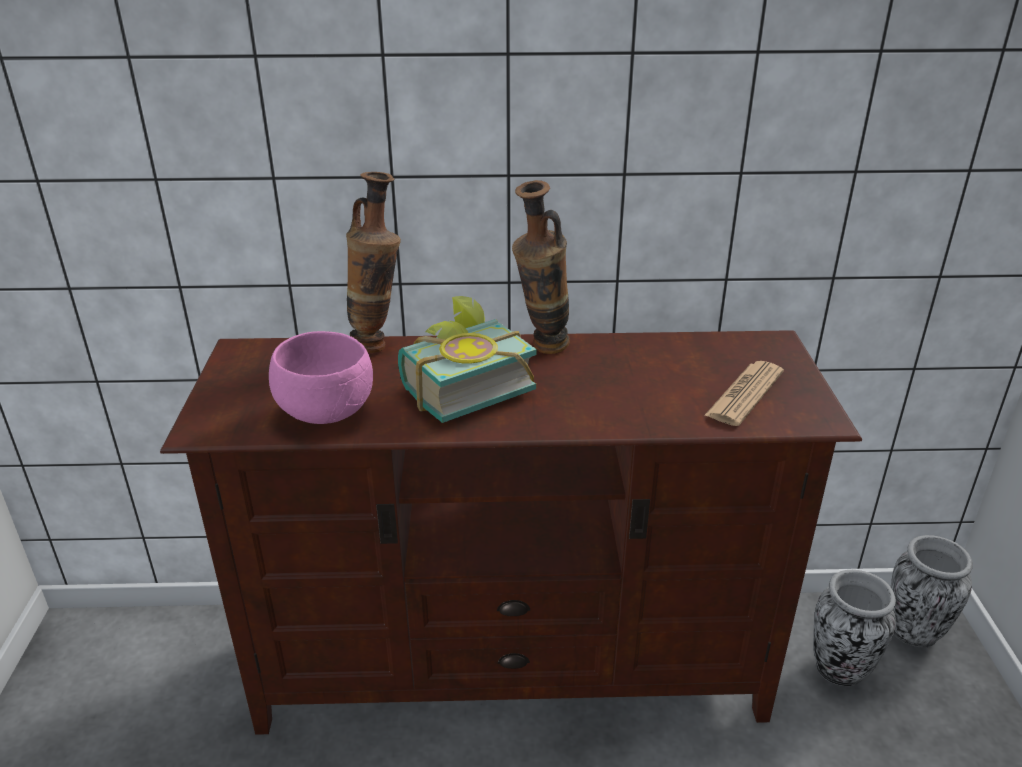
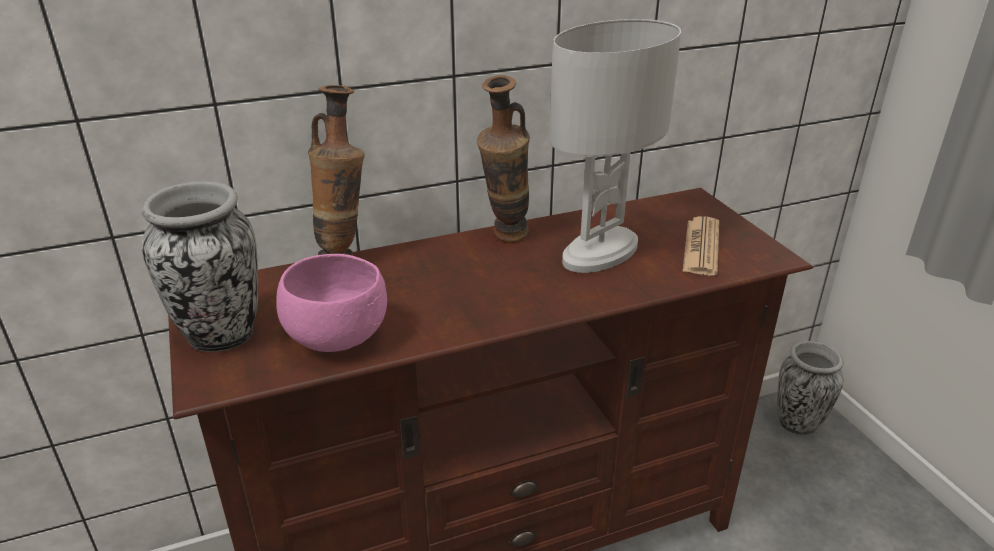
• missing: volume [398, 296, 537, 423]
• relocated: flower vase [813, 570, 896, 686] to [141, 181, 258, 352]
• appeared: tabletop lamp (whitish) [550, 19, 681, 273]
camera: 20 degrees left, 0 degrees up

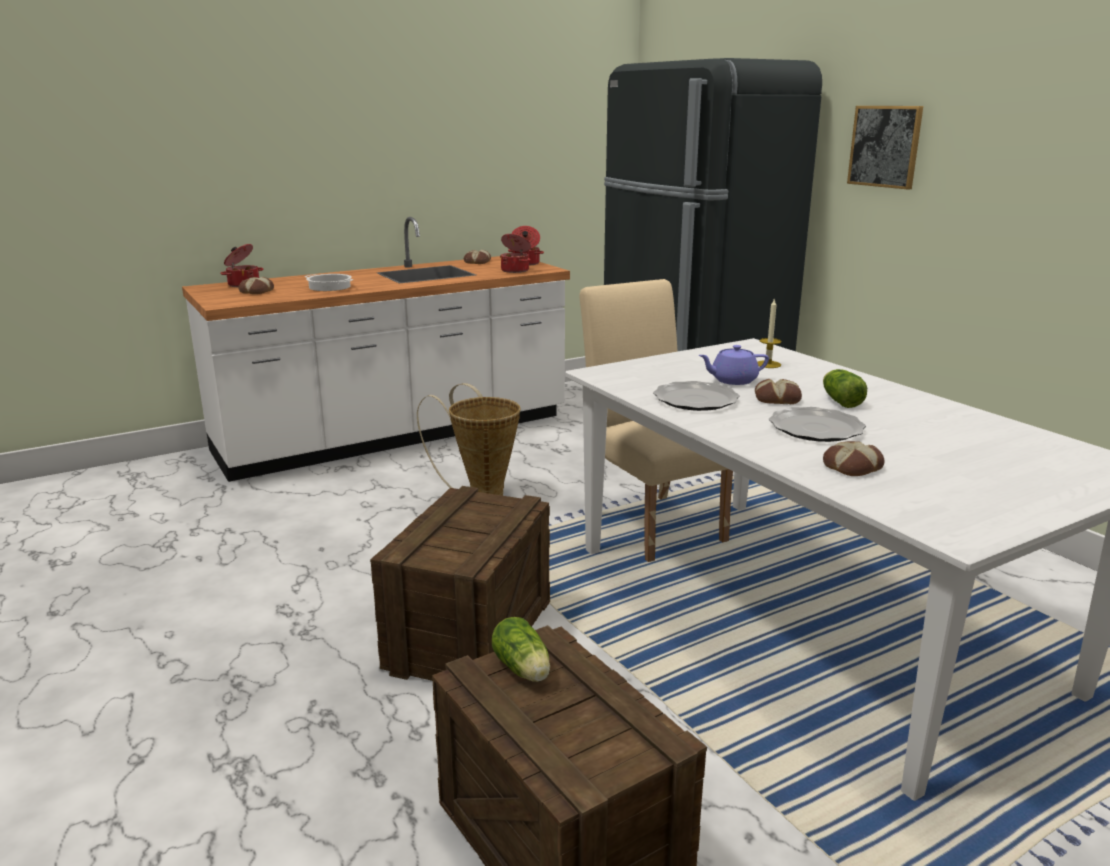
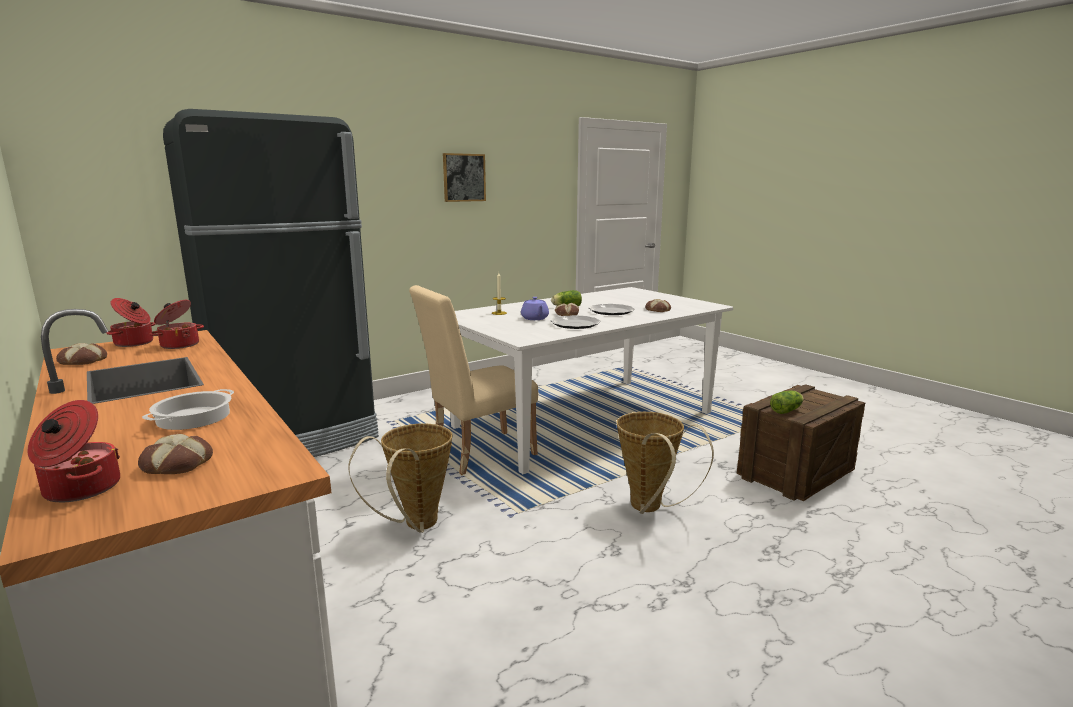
• exchanged: packing crate [370, 486, 550, 681] to basket [616, 412, 714, 514]
• relocated: picture [847, 106, 923, 190] to [443, 153, 486, 202]
camera: 95 degrees left, 5 degrees down

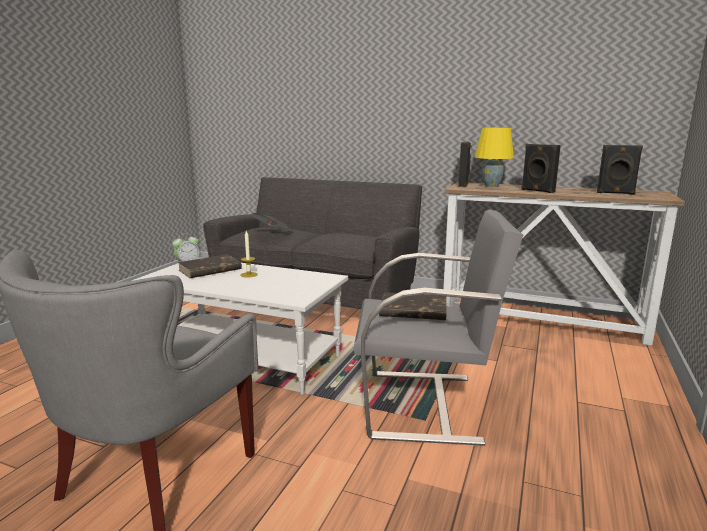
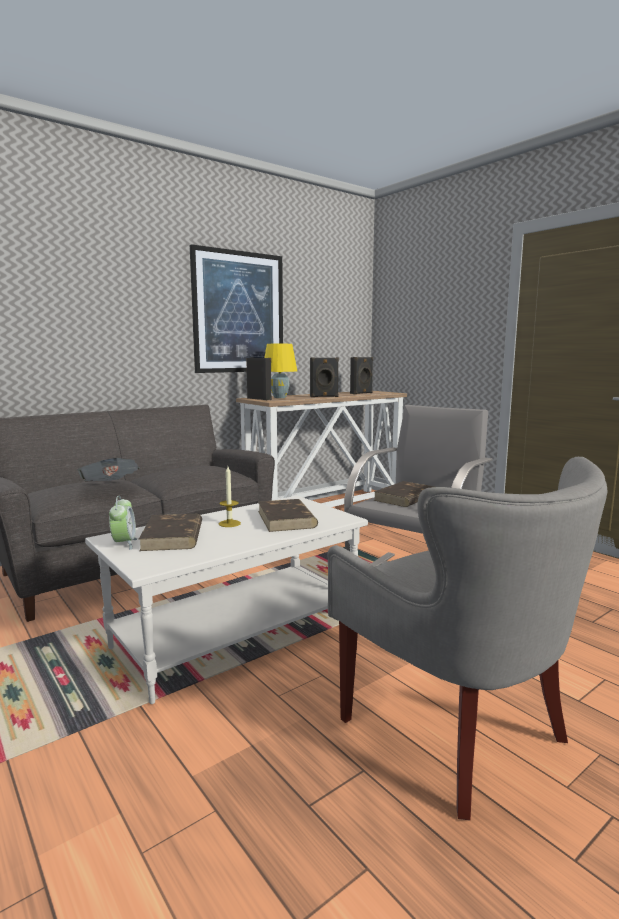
• appeared: picture [190, 244, 283, 373]
• appeared: volume (brownish) [258, 499, 318, 532]
camera: 60 degrees left, 5 degrees down

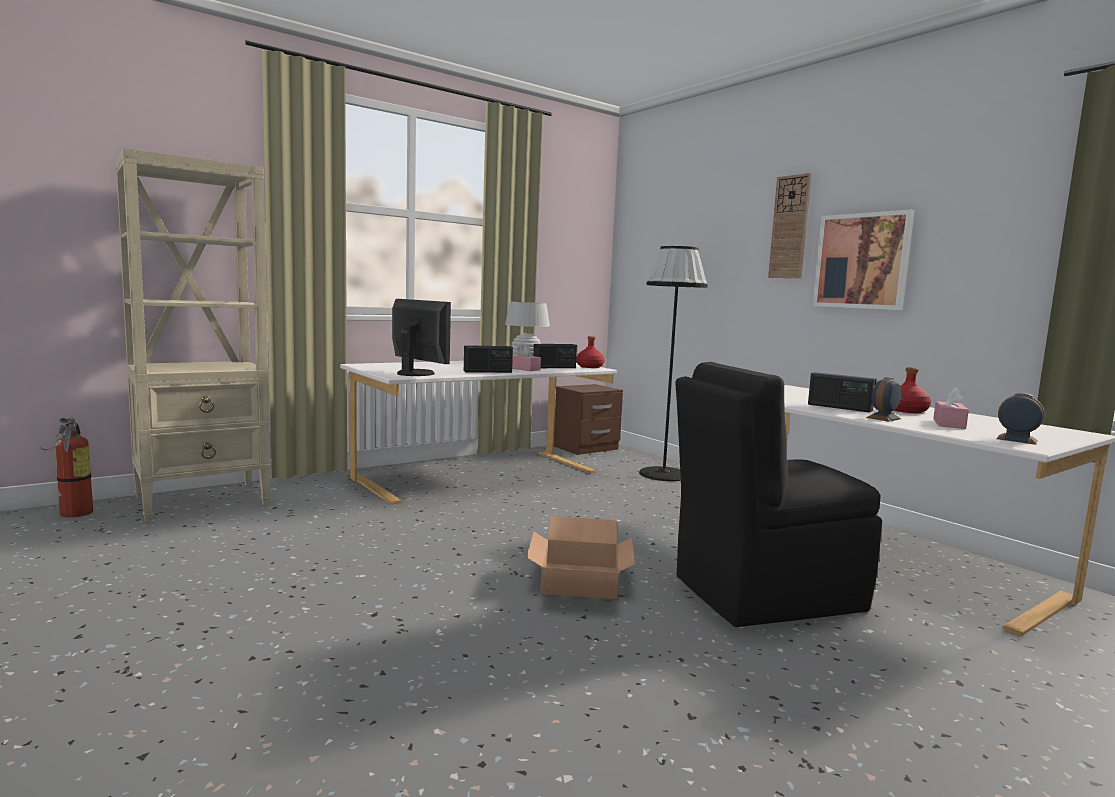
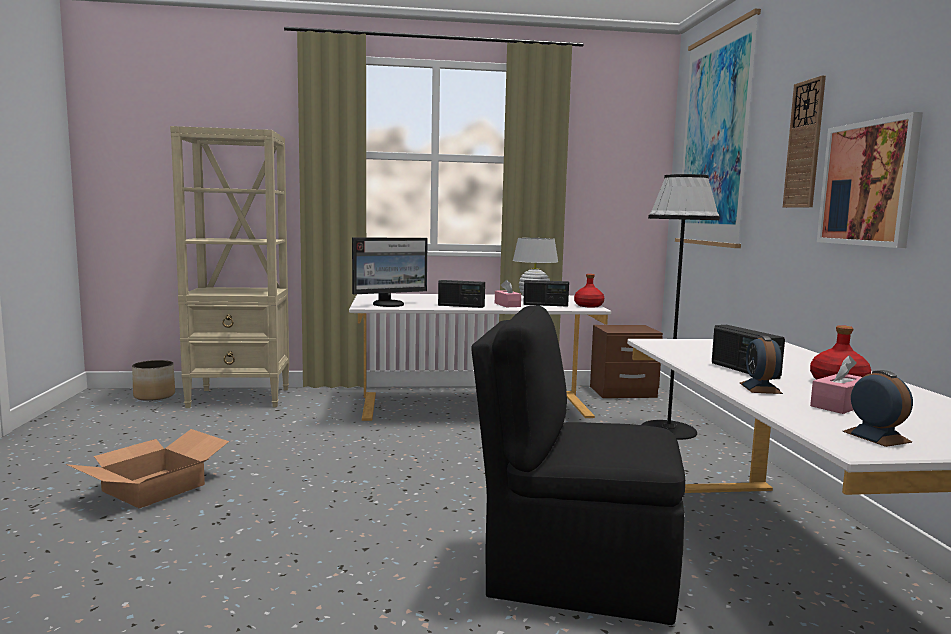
• exchanged: fire extinguisher [40, 418, 93, 518] to plant pot [132, 360, 175, 401]
• spun: monitor [392, 299, 451, 376] = [352, 238, 428, 307] 75 degrees clockwise
• relocated: carton [526, 516, 635, 599] to [66, 429, 229, 509]
• spun: table clock [866, 377, 902, 422] = [740, 336, 783, 394] 75 degrees counterclockwise
• appeared: picture [675, 9, 761, 248]
camera: 30 degrees right, 0 degrees up

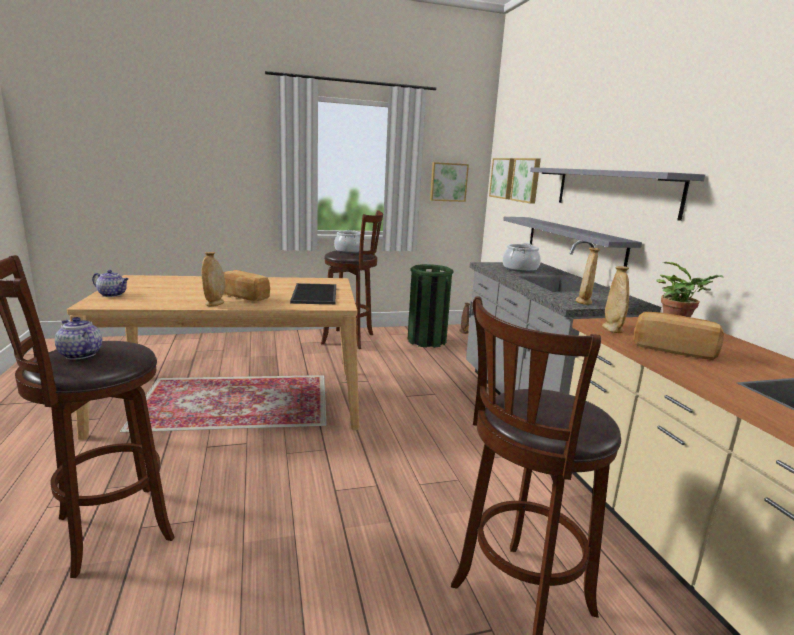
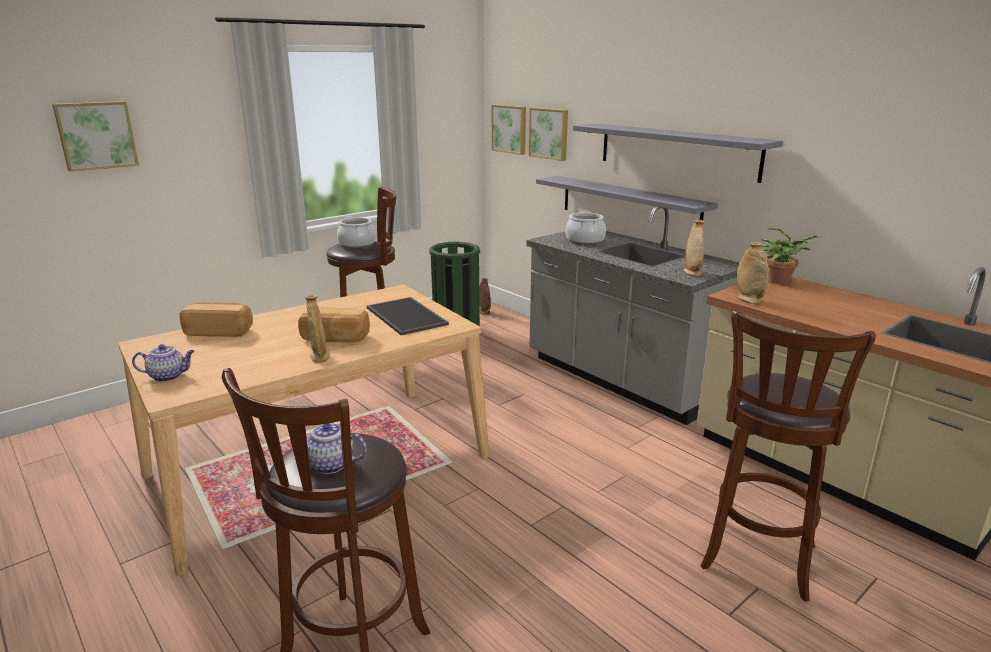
• relocated: picture [430, 162, 469, 202] to [52, 101, 139, 172]
• relocated: baked bread [633, 312, 724, 360] to [179, 302, 253, 337]
camera: 25 degrees left, 5 degrees up

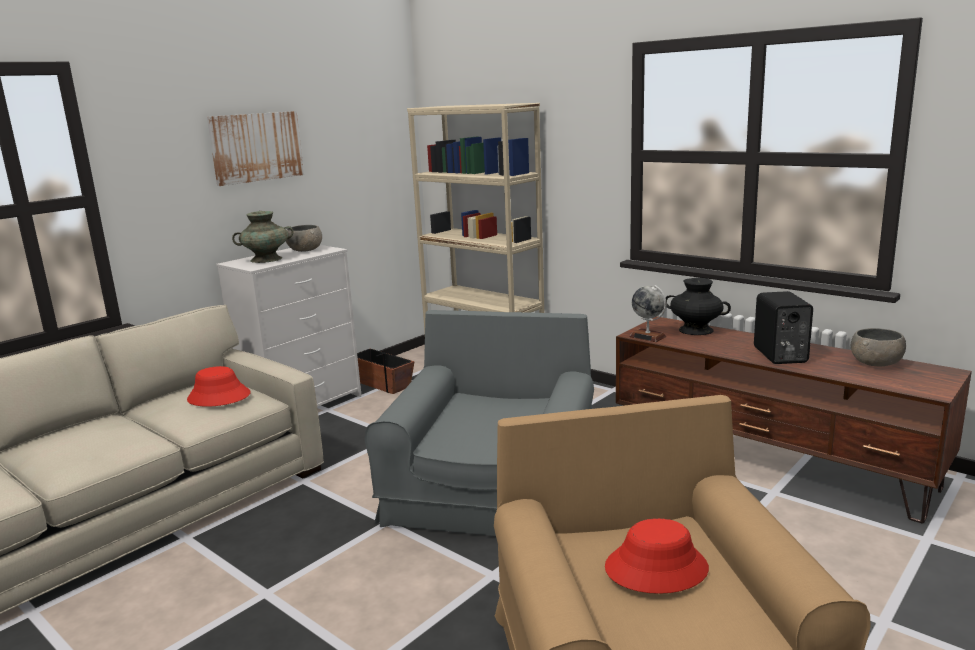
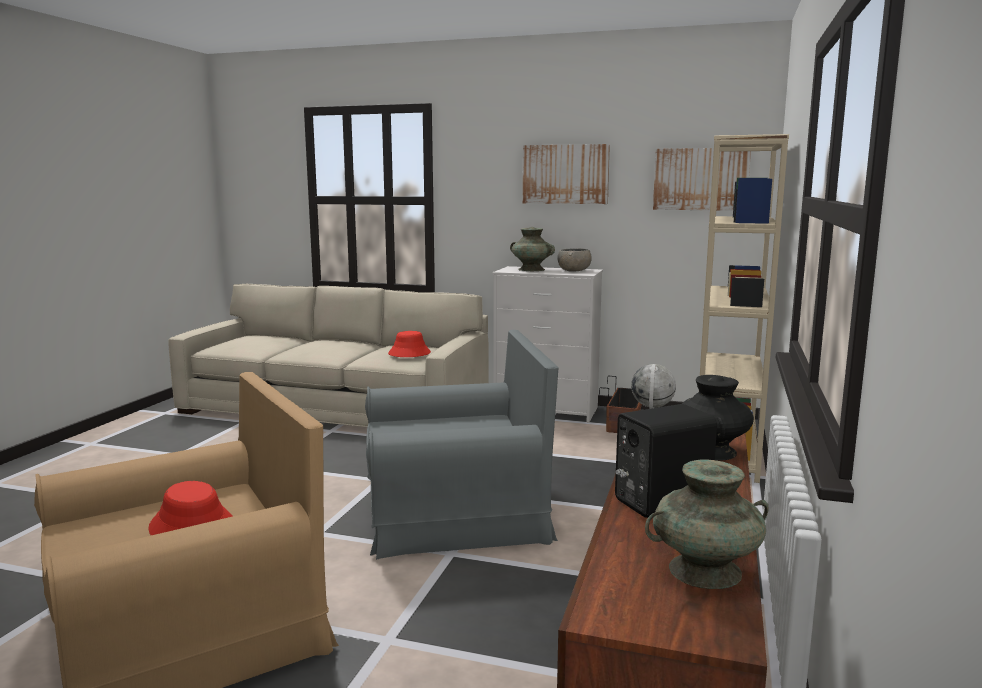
• exchanged: serving bowl (gray) [851, 328, 906, 366] to flower vase (turquoise-coloured) [645, 460, 769, 589]
• appeared: picture [653, 148, 751, 211]
camera: 65 degrees right, 5 degrees down

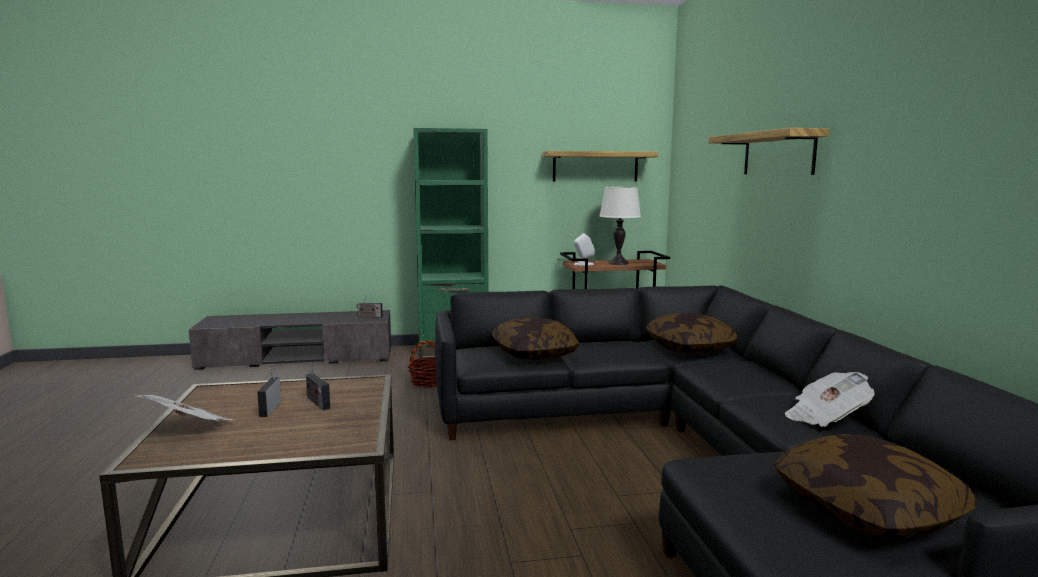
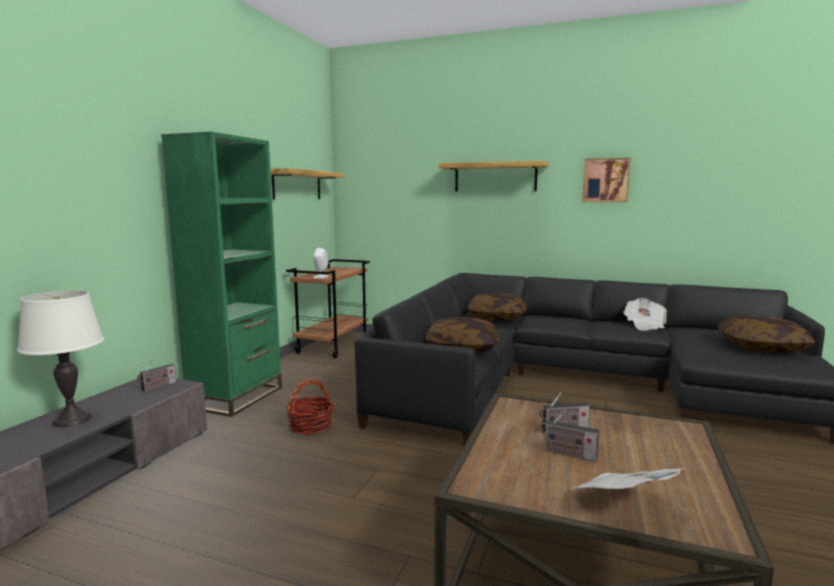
• relocated: tabletop lamp (whitish) [599, 187, 641, 265] to [17, 290, 104, 427]
• appeared: picture [582, 158, 631, 202]
camera: 60 degrees left, 0 degrees up

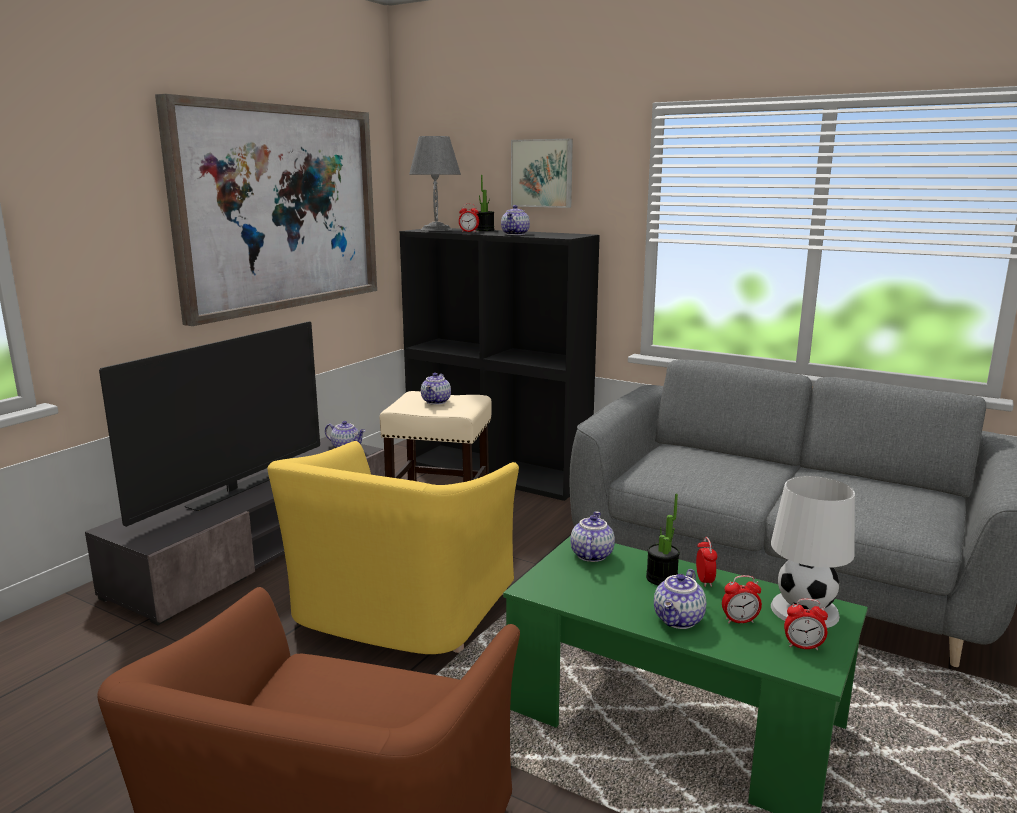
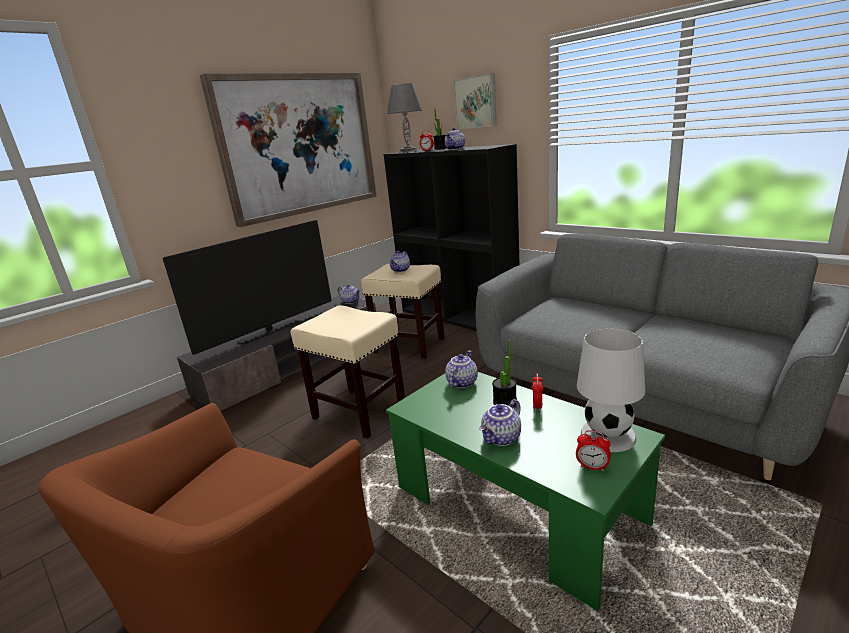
• exchanged: lounge chair (yellow) [268, 441, 519, 654] to stool seat (beige) [290, 305, 405, 438]
• missing: table clock [722, 575, 762, 623]
camera: 15 degrees right, 5 degrees up

